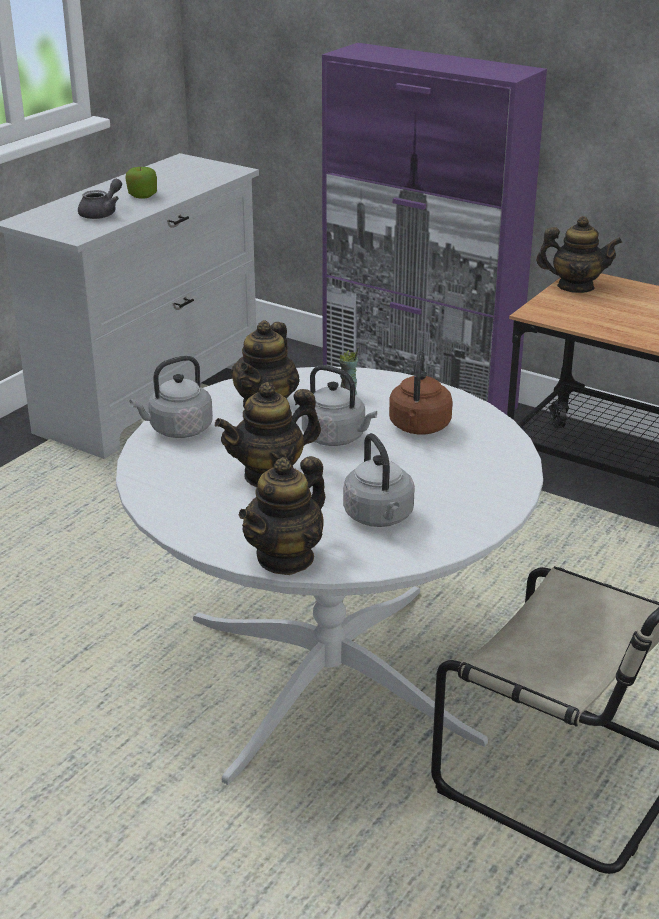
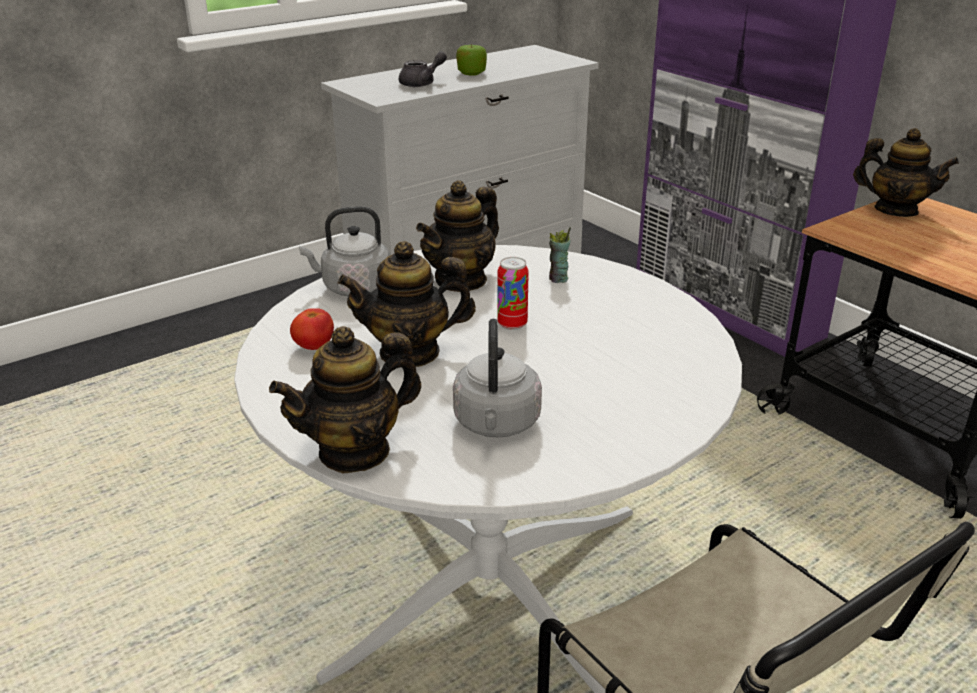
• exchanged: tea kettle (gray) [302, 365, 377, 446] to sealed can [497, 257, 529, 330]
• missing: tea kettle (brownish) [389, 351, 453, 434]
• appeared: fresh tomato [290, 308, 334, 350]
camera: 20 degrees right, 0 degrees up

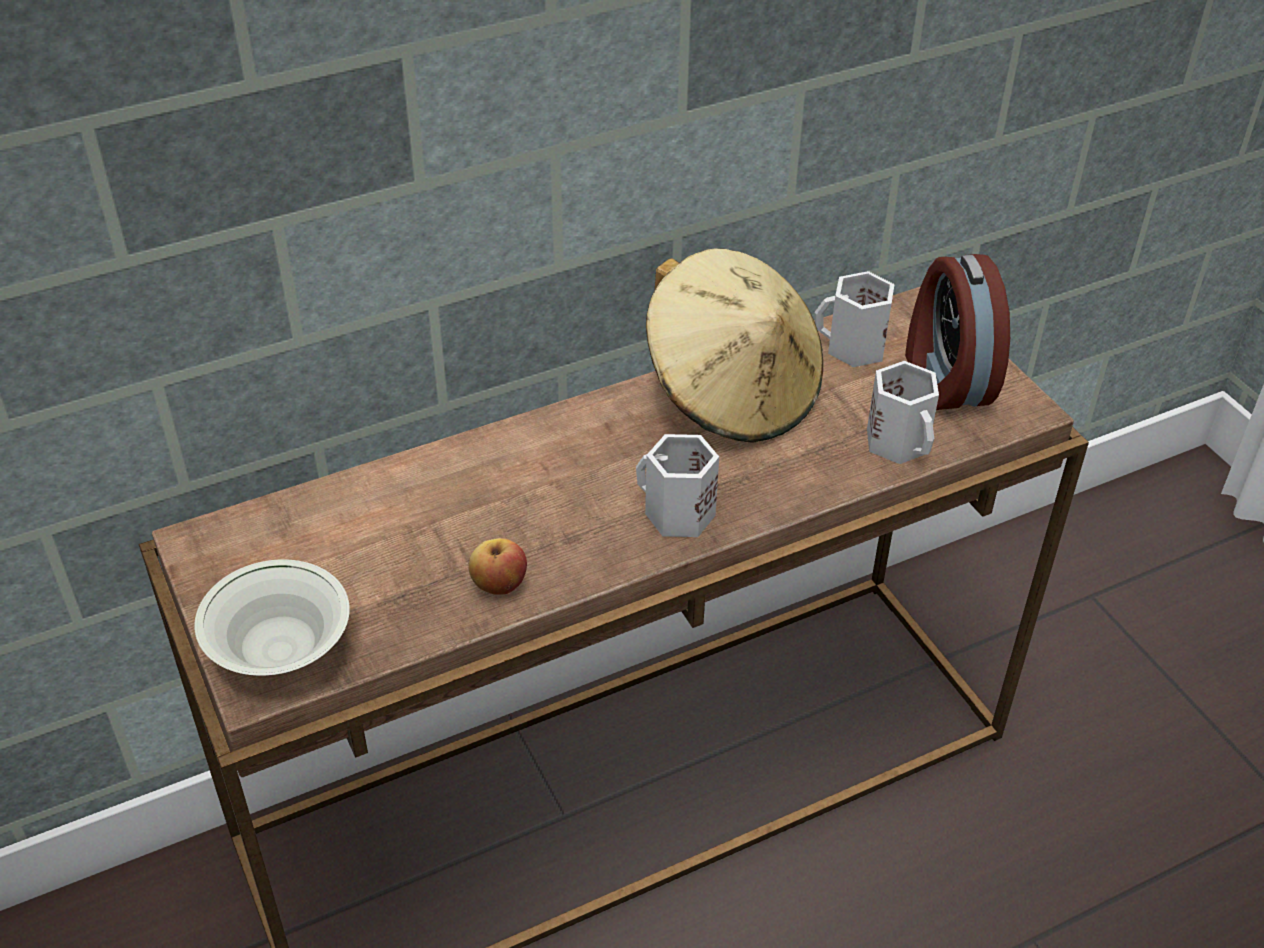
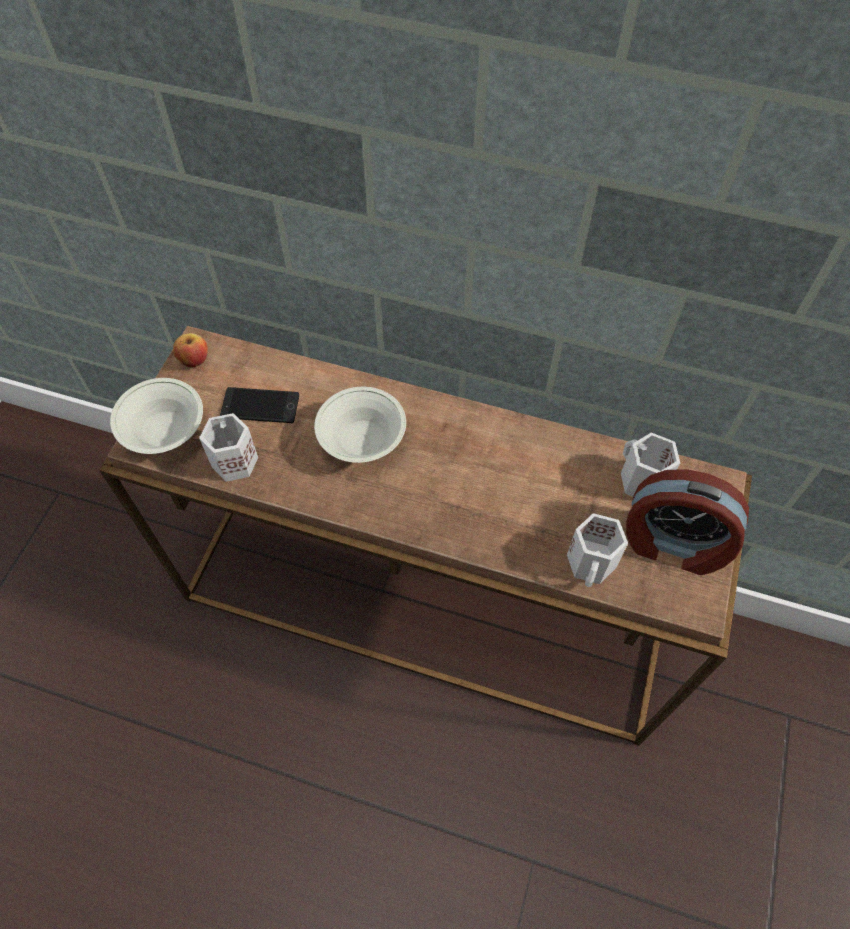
• relocated: whole apple [468, 538, 527, 595] to [173, 333, 208, 367]
• relocated: coffee mug (whitish) [636, 434, 719, 537] to [199, 413, 258, 482]
• missing: wearable hat (beige) [646, 248, 823, 443]
• spun: table clock [905, 254, 1010, 410] = [626, 469, 749, 575] 105 degrees counterclockwise
• appeared: phone [220, 387, 299, 423]
• appeared: serving bowl (whitish) [314, 387, 406, 463]
camera: 45 degrees right, 15 degrees up

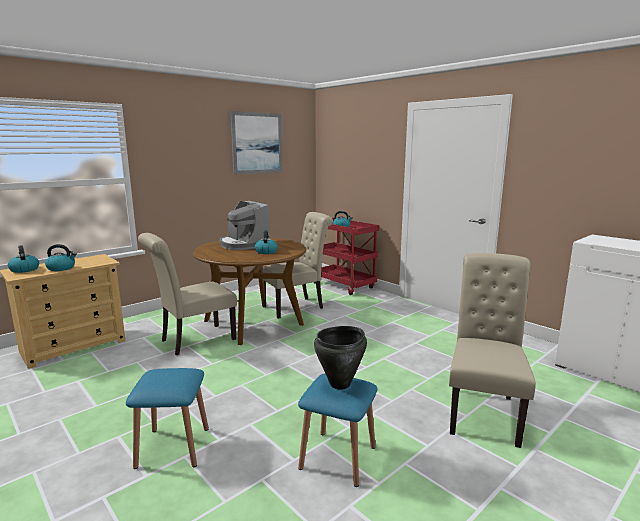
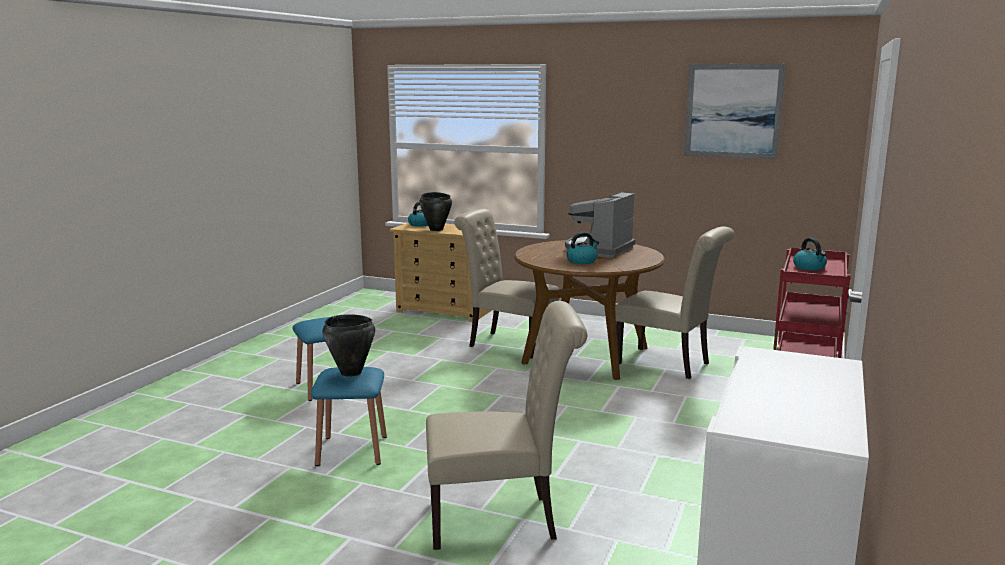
• exchanged: tea kettle [45, 244, 77, 271] to saucepot (blackish) [420, 192, 452, 231]
camera: 65 degrees right, 0 degrees up

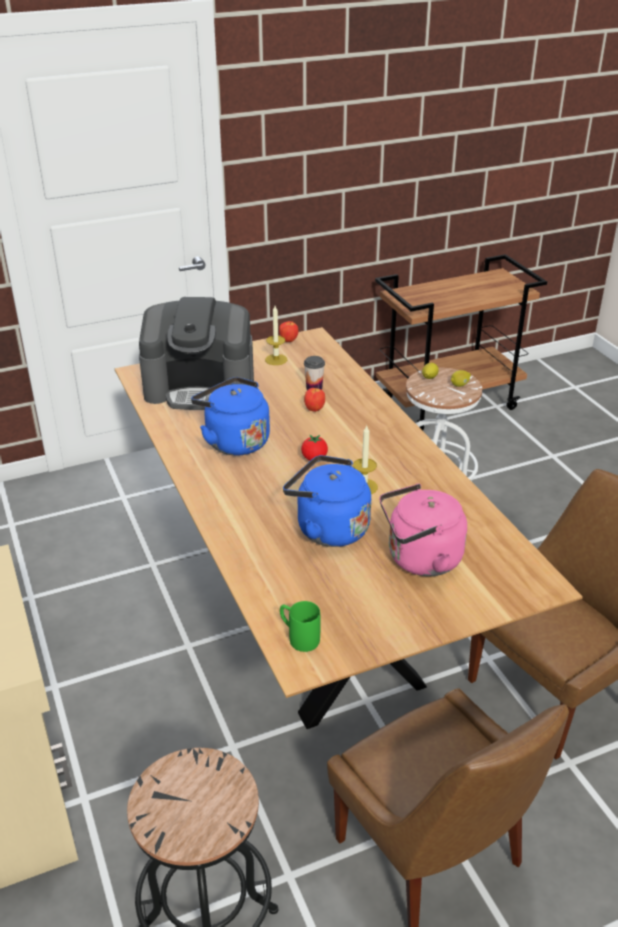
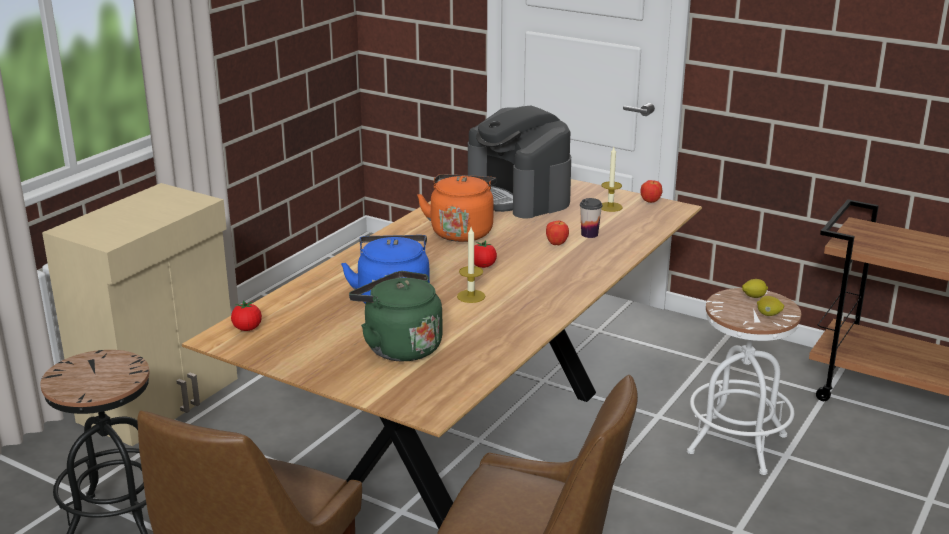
• colour: tea kettle (blue) [191, 377, 270, 456] to tea kettle (orangey) [417, 174, 497, 242]
• exchanged: coffee mug (greenish) [280, 601, 320, 652] to fresh tomato [231, 300, 262, 331]
• colour: tea kettle (pink) [380, 483, 467, 576] to tea kettle (greenish) [349, 271, 443, 361]
camera: 55 degrees right, 10 degrees down

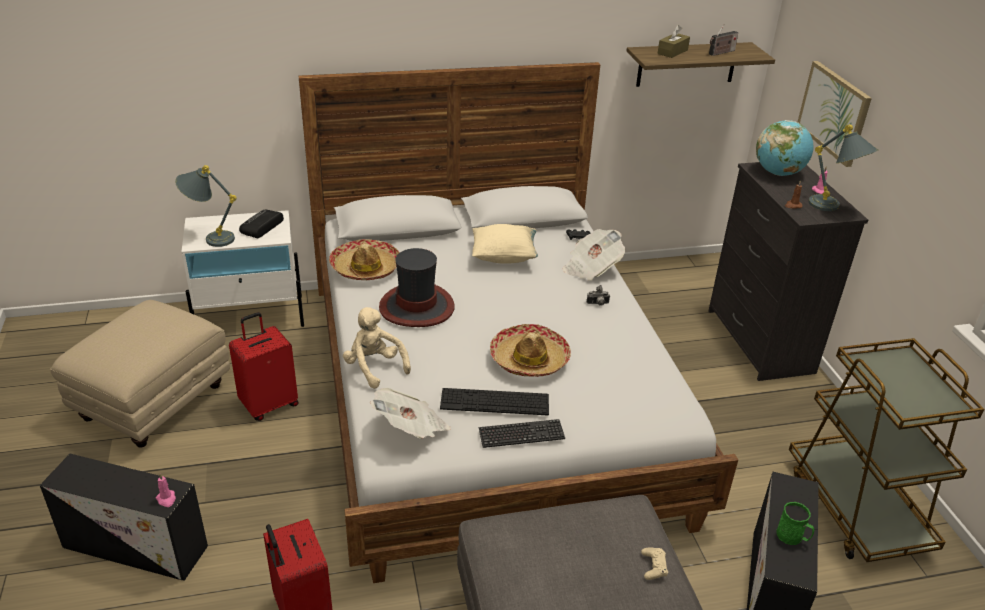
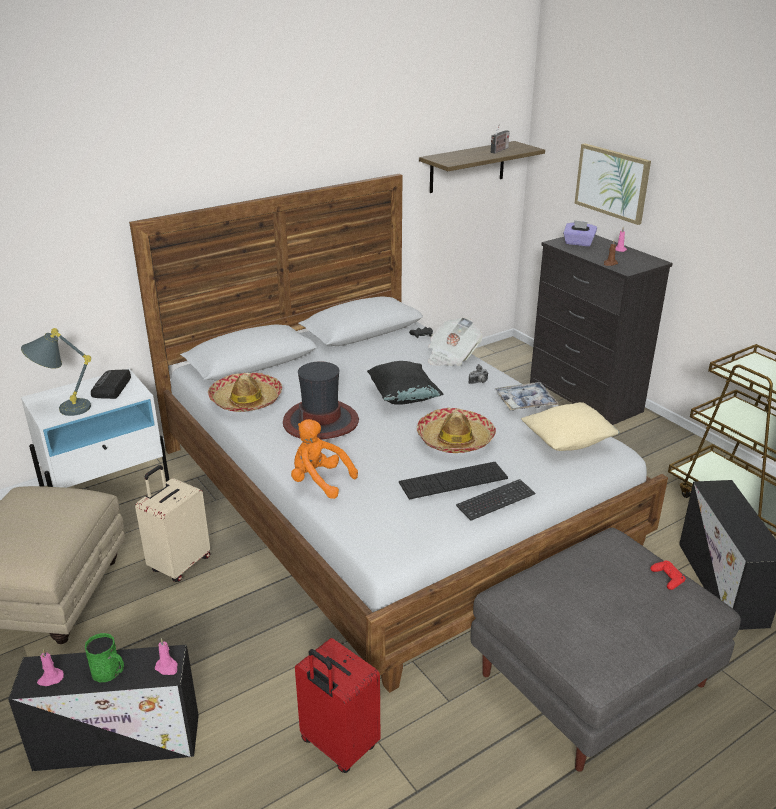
• colour: travel case (reddish) [229, 312, 299, 421] to travel case (beige) [135, 465, 210, 582]
• colour: cuddly toy (beige) [343, 307, 411, 389] to cuddly toy (orangey) [291, 419, 358, 499]
• missing: daily paper [370, 388, 451, 438]
• relocated: cushion (beige) [472, 224, 538, 264] to [521, 402, 620, 451]
• colour: joypad (beige) [641, 547, 668, 580] to joypad (reddish) [650, 561, 686, 590]
• missing: box of tissues (brownish) [657, 25, 690, 58]
• exchanged: desk globe [756, 120, 814, 176] to box of tissues (purple) [563, 220, 597, 246]
• relocated: coffee mug (greenish) [776, 502, 814, 545] to [85, 633, 124, 682]
• missing: tabletop lamp (gray) [808, 124, 879, 211]
• appeared: wax candle (pink) [37, 649, 64, 686]
• appeared: cushion (blackish) [367, 361, 443, 405]
• appeared: tray [495, 382, 559, 411]
camera: 20 degrees left, 5 degrees down

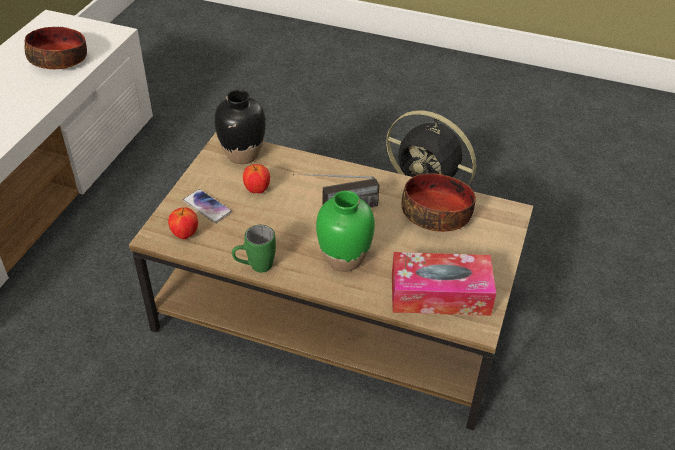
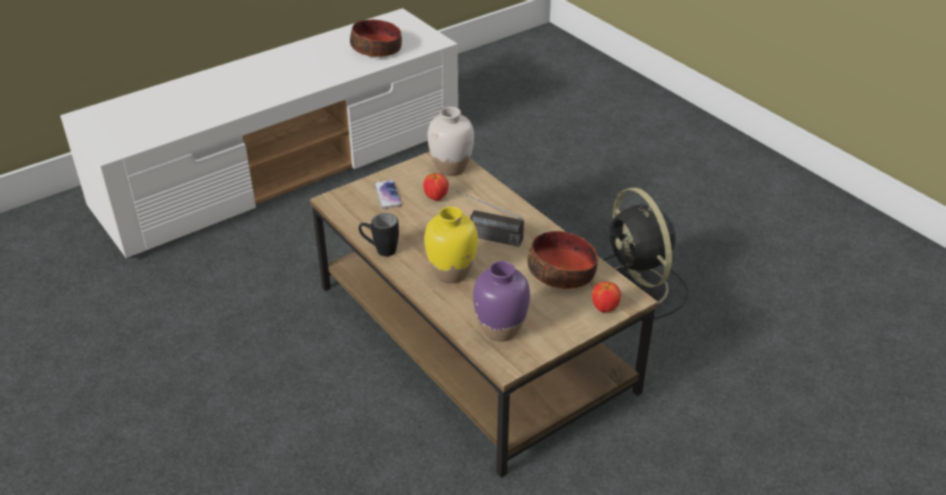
• relocated: whole apple [168, 207, 198, 239] to [592, 282, 621, 312]
• colour: flower vase (blackish) [214, 90, 266, 164] to flower vase (whitish) [428, 107, 474, 176]
• colour: coffee mug (greenish) [232, 225, 276, 273] to coffee mug (blackish) [359, 213, 399, 257]
• colour: flower vase (greenish) [316, 191, 375, 272] to flower vase (yellow) [424, 206, 478, 283]
• exchanged: box of tissues [392, 252, 496, 316] to flower vase (purple) [473, 261, 530, 342]
camera: 35 degrees right, 5 degrees down

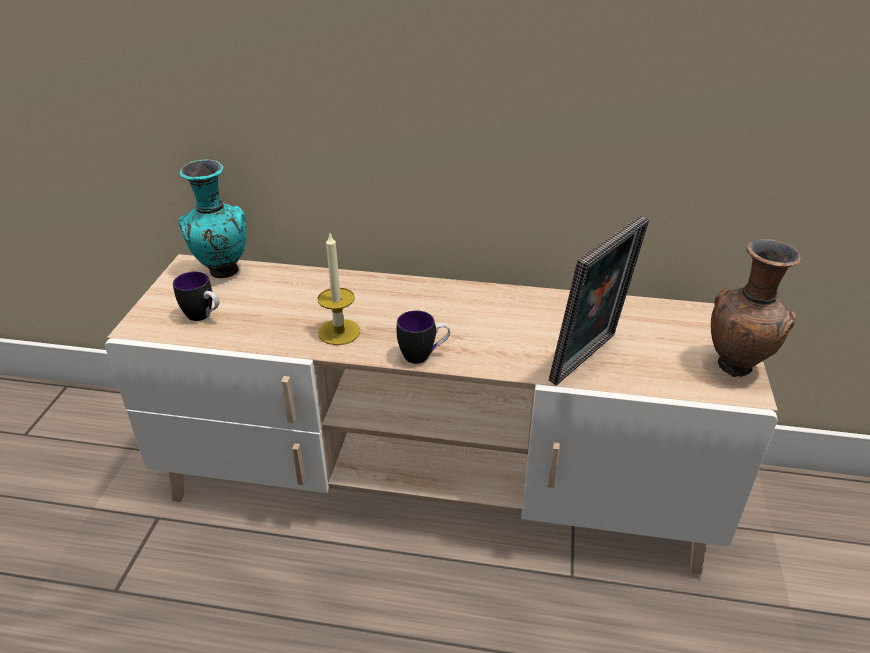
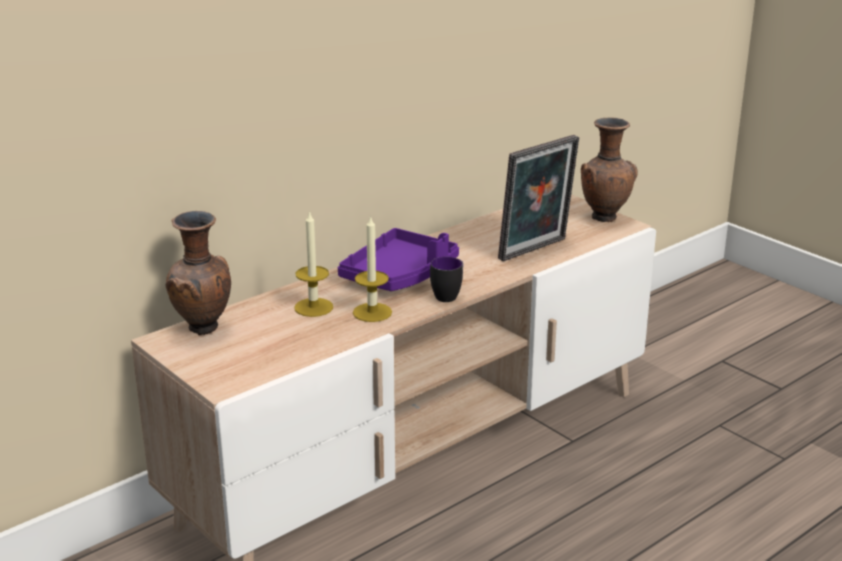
• missing: coffee mug [173, 271, 219, 321]
• colour: flower vase (turquoise-coloured) [179, 160, 247, 278] to flower vase (brownish) [166, 211, 231, 335]
• spun: standing frame [549, 215, 649, 385] = [498, 135, 579, 261] 60 degrees clockwise
• appeared: wax candle [294, 211, 333, 317]
• appeared: tray (purple) [338, 228, 459, 291]
camera: 50 degrees left, 10 degrees down

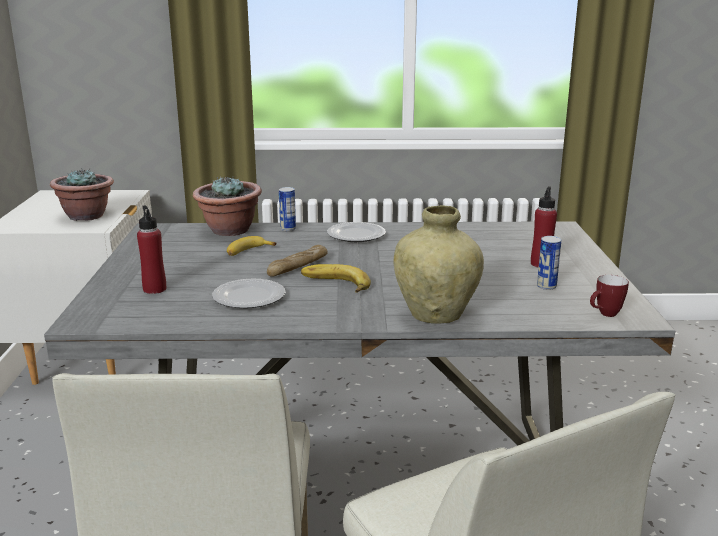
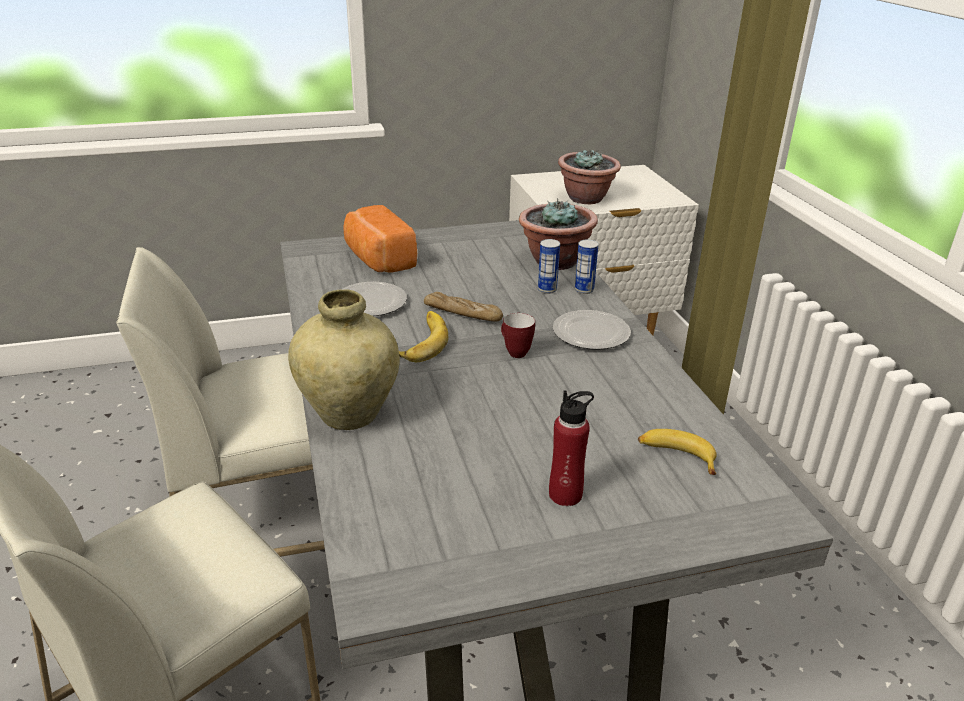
• exchanged: beverage bottle (reddish) [137, 205, 166, 294] to baked bread [343, 205, 417, 273]
• relocated: banana [227, 236, 277, 256] to [638, 429, 717, 475]
• relocated: sealed can [537, 236, 561, 290] to [538, 239, 560, 294]
• relocated: coffee mug [590, 275, 629, 317] to [501, 313, 535, 358]
camera: 75 degrees right, 10 degrees up

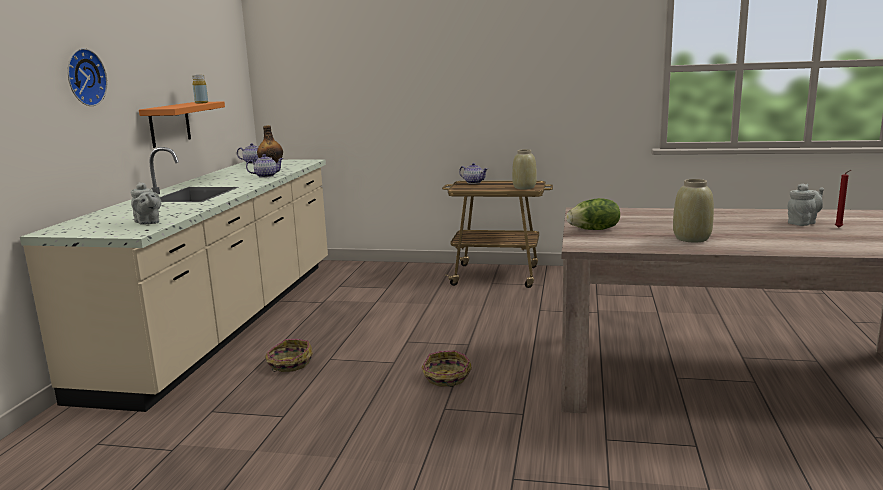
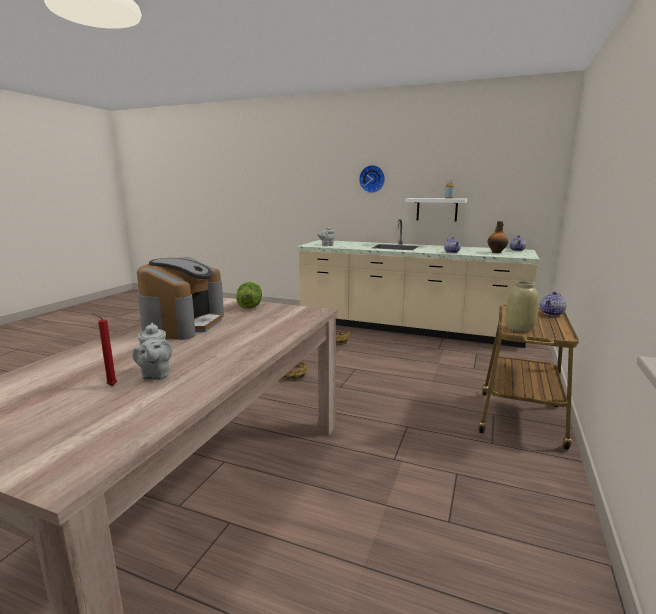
• colour: shelf (orangey) [139, 101, 225, 148] to shelf (whitish) [405, 198, 467, 222]
• exchanged: flower vase (beige) [673, 179, 714, 243] to coffee maker [137, 257, 224, 340]
camera: 100 degrees right, 0 degrees up

